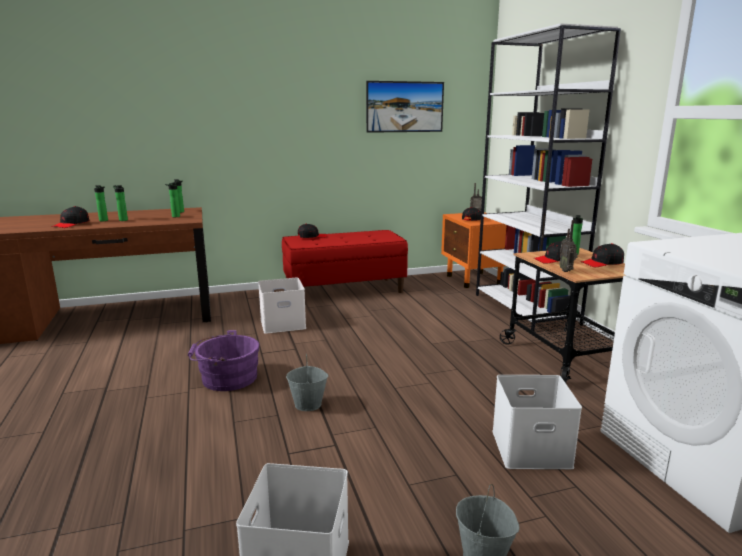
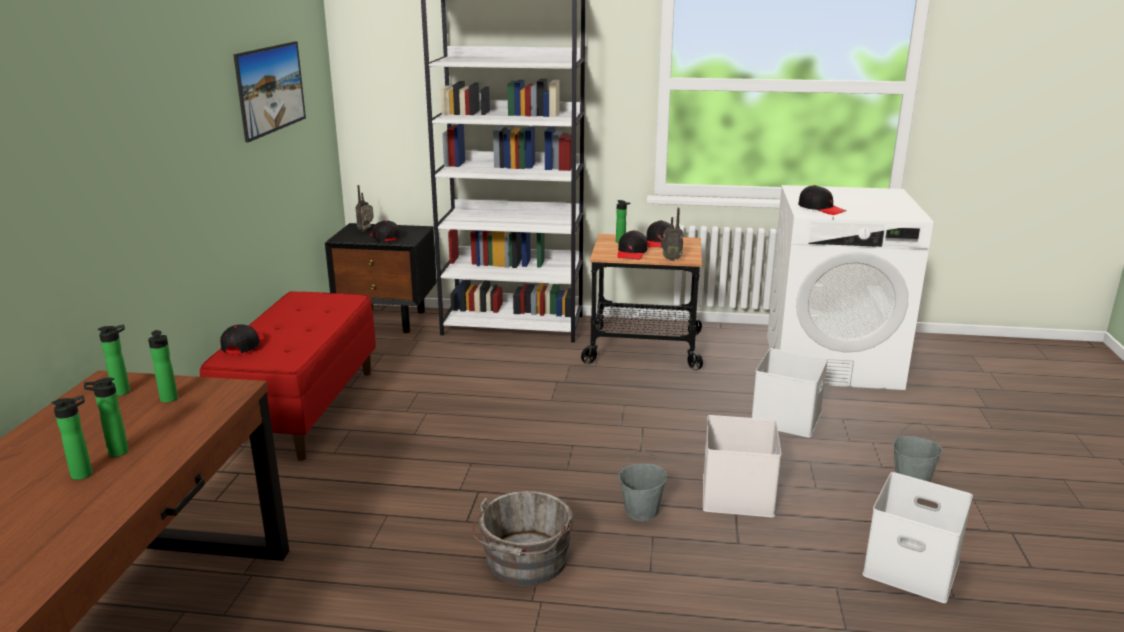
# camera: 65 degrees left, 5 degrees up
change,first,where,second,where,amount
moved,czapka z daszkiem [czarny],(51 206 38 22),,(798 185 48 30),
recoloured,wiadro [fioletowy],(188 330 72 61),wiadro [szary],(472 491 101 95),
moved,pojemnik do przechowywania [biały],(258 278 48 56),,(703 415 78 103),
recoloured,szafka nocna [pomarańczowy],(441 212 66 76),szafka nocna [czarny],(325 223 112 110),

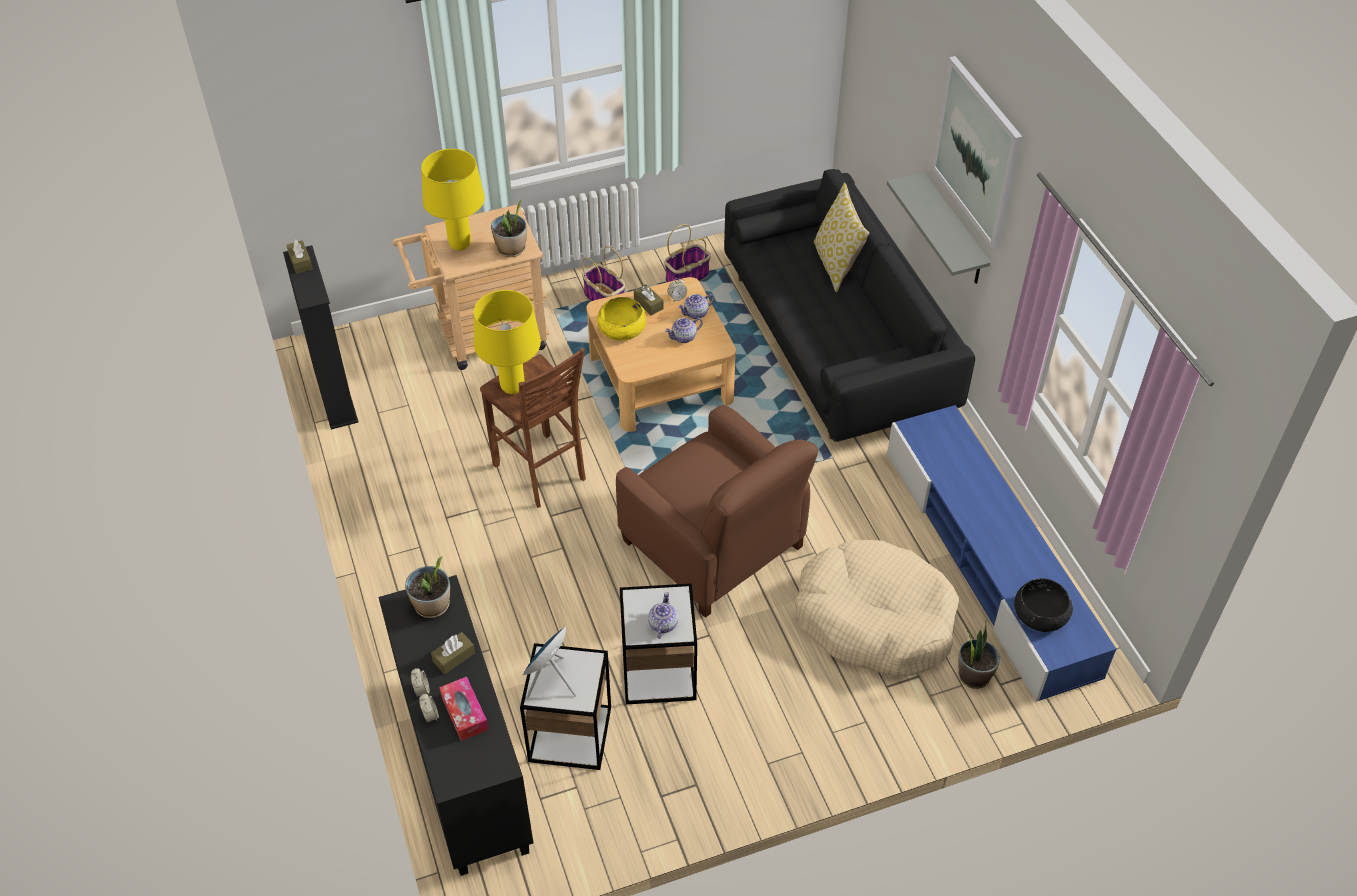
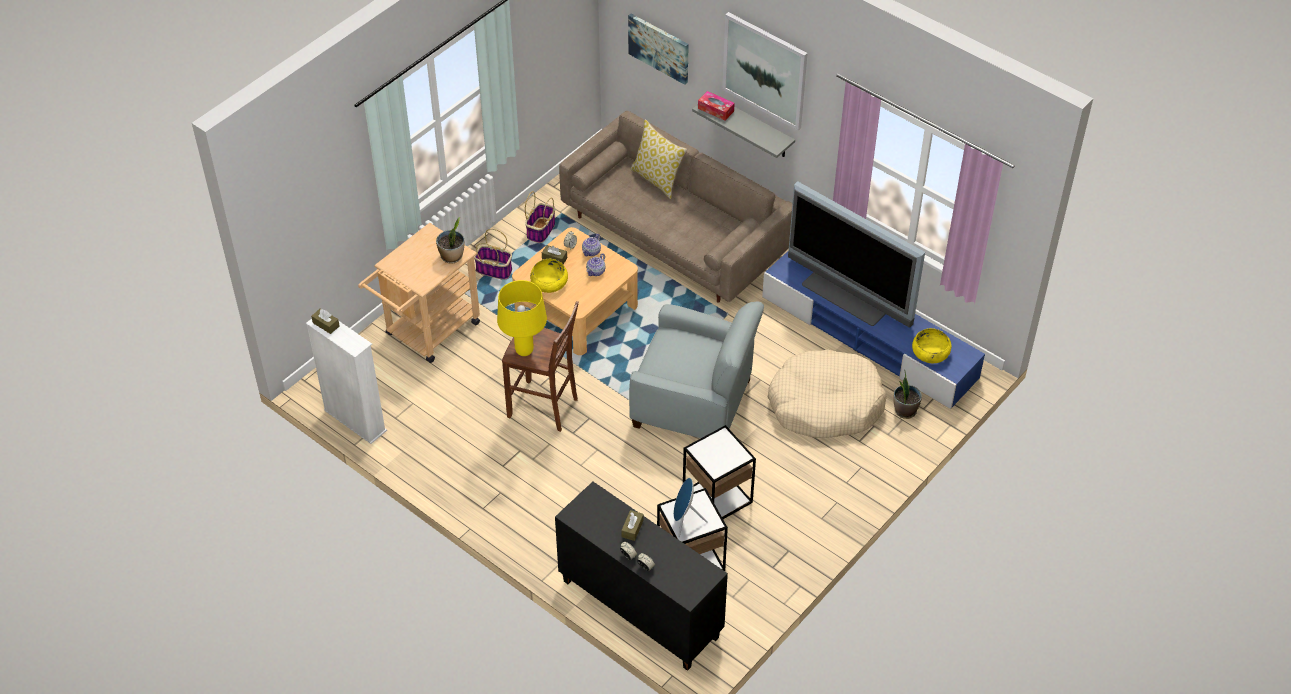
# camera: 30 degrees left, 0 degrees up
change,first,where,second,where,amount
recoloured,regał [czarny],(283 245 76 184),regał [biały],(306 319 81 125),
removed,roślina doniczkowa,(405 556 45 62),,,
removed,lampa stołowa [żółty],(421 149 64 101),,,
moved,pudełko chusteczek,(439 676 50 65),,(698 91 37 30),
recoloured,fotel [brązowy],(616 405 202 213),fotel [szary],(629 302 135 136),
removed,imbryk,(648 592 30 47),,,
recoloured,kanapa [czarny],(724 169 251 273),kanapa [beżowy],(559 111 234 192),
recoloured,miska [czarny],(1014 578 59 54),miska [żółty],(912 328 39 35),
added,,,obraz,(628 14 61 71),
added,,,telewizor,(788 181 137 147),

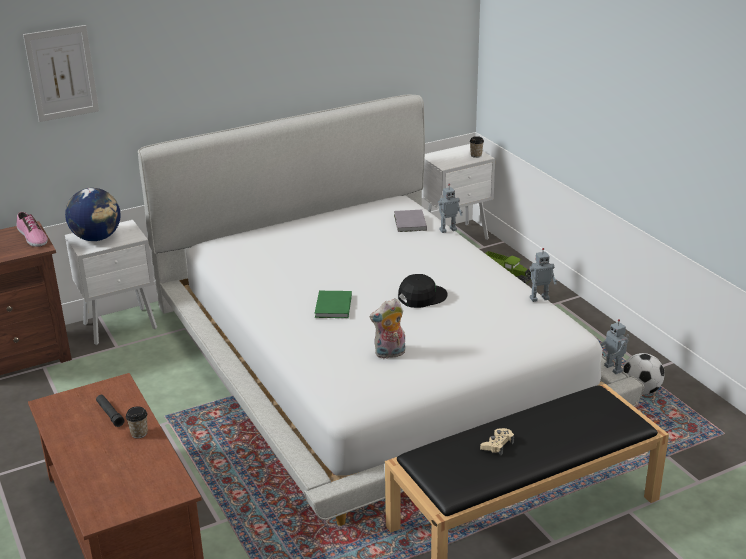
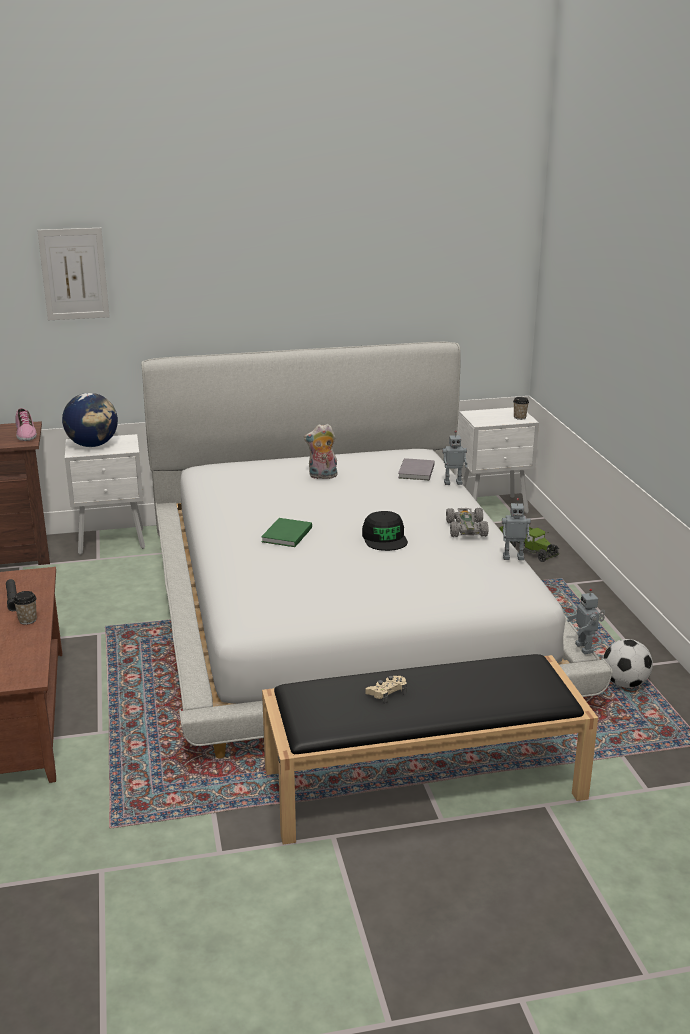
# camera: 15 degrees right, 5 degrees down
change,first,where,second,where,amount
moved,pluszak,(369 298 37 61),,(304 424 34 55),
turned,czapka z daszkiem [czarny],(398 274 50 34),,(362 511 46 40),90 degrees clockwise
added,,,samochodzik [szary],(446 508 42 29),

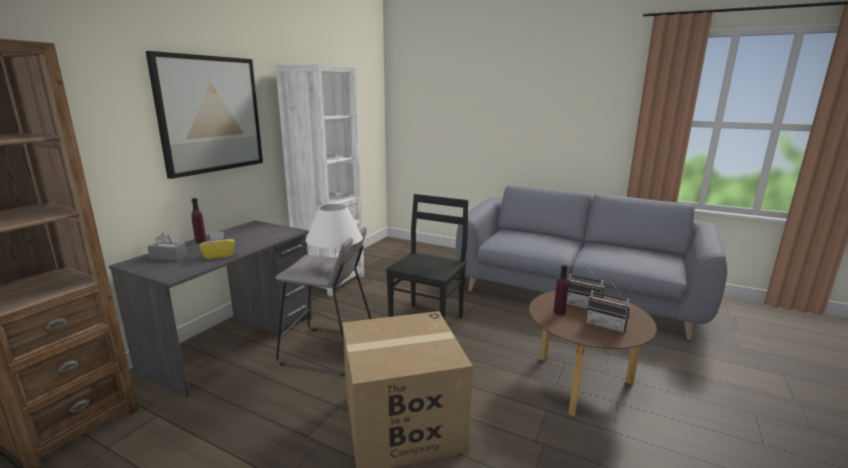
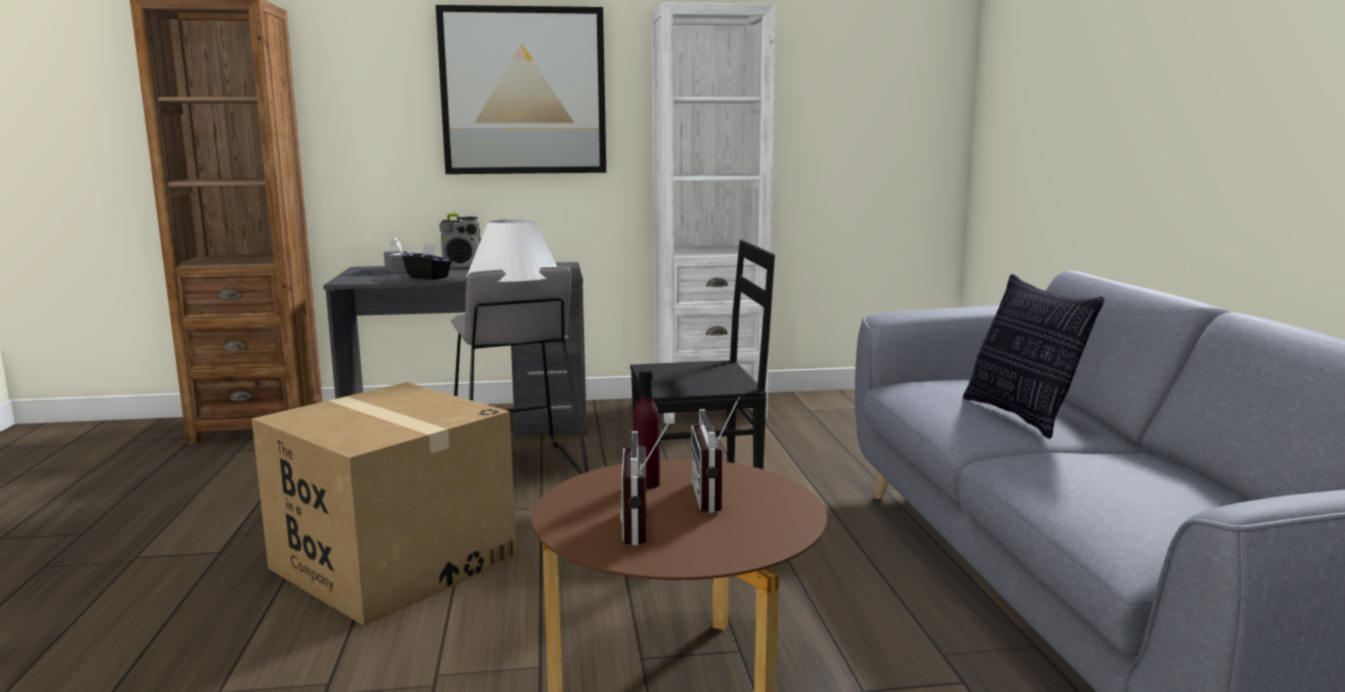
# camera: 55 degrees right, 5 degrees down
change,first,where,second,where,amount
replaced,butelka [fioletowy],(191 198 15 45),radio,(439 213 42 54),
recoloured,pudełko chusteczek [żółty],(199 231 36 28),pudełko chusteczek [czarny],(403 243 49 37),
added,,,poduszka,(963 274 141 165),

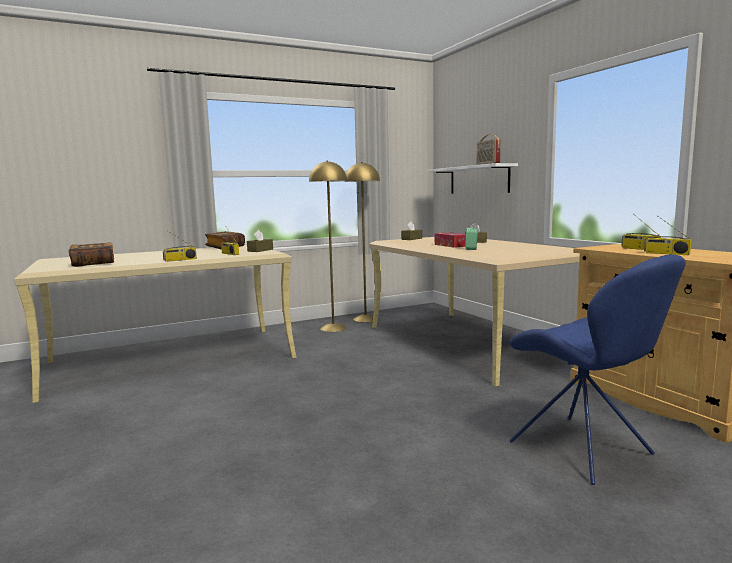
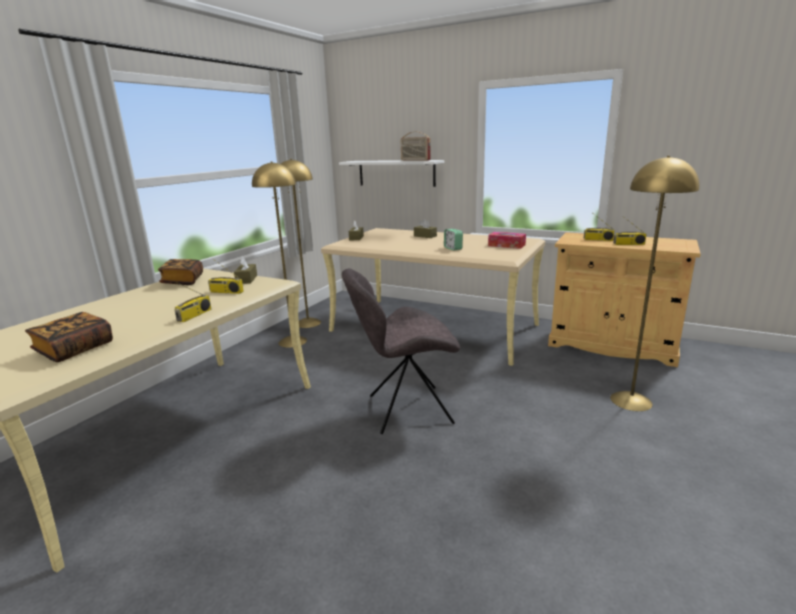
# camera: 35 degrees left, 10 degrees up
change,first,where,second,where,amount
moved,pudełko chusteczek,(435 232 31 16),,(488 232 38 17),
replaced,krzesło [niebieski],(509 254 177 231),lampa stojąca [żółty],(610 156 90 255),
added,,,krzesło [szary],(342 268 118 166),

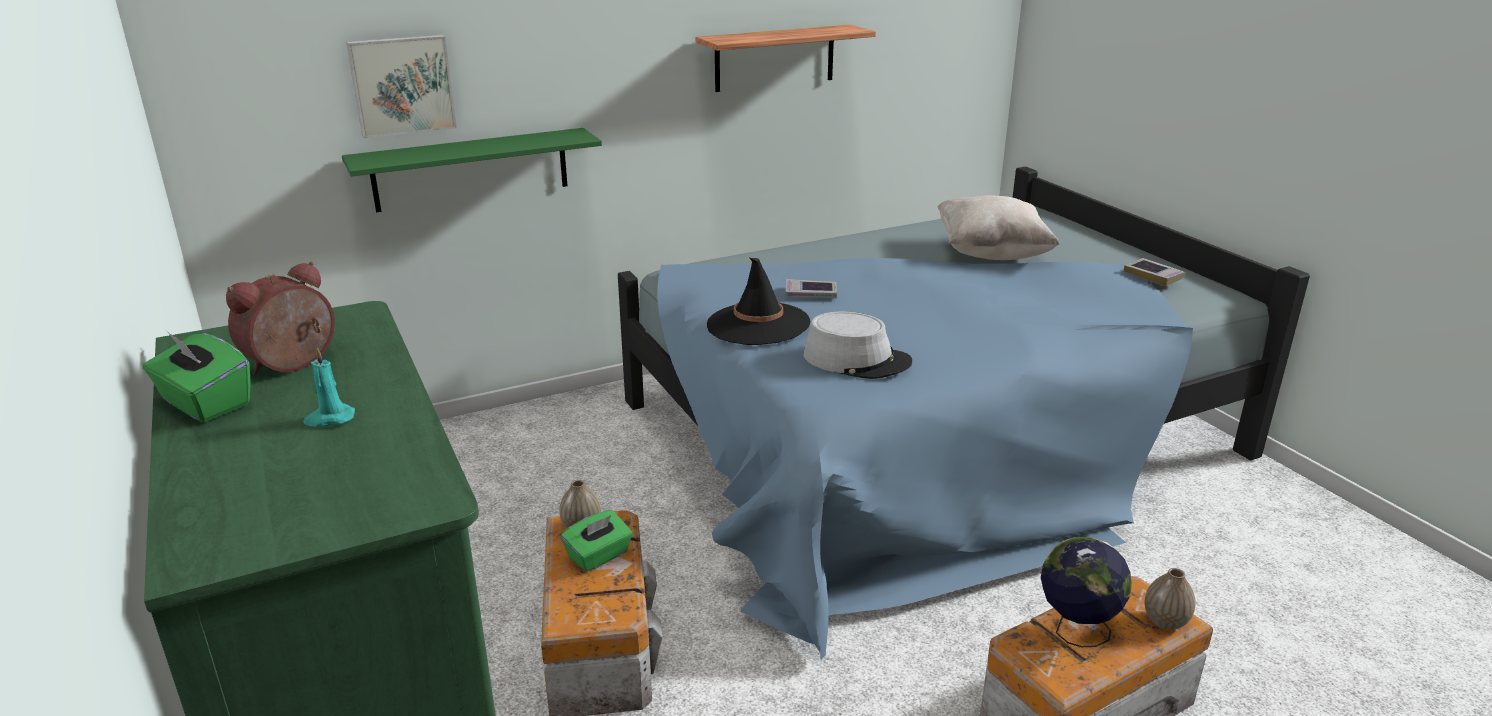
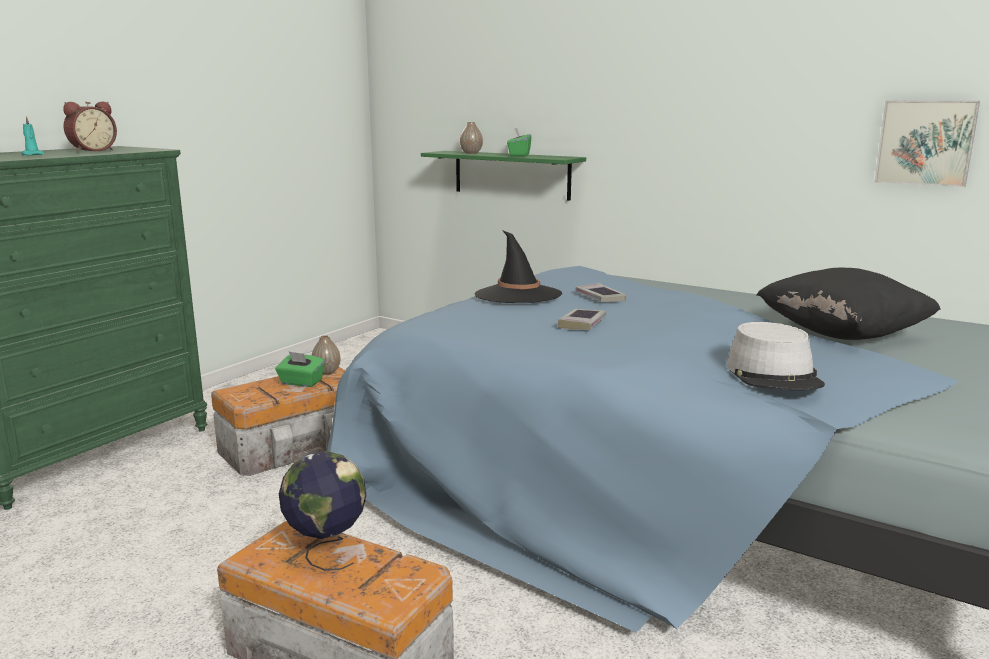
# camera: 60 degrees right, 10 degrees down
change,first,where,second,where,amount
moved,pudełko chusteczek [zielony],(142 330 109 92),,(507 128 24 28),
turned,budzik,(226 261 109 114),,(63 101 54 51),120 degrees clockwise
moved,obraz,(346 35 111 103),,(874 100 106 87),
removed,półka,(696 24 180 68),,,
moved,kapelusz [szary],(803 312 110 67),,(727 322 98 68),
recoloured,poduszka [beżowy],(938 196 122 64),poduszka [czarny],(756 267 185 73),
moved,książka,(1124 258 62 28),,(558 309 48 21),
moved,wazon,(1144 568 52 62),,(460 122 23 32),

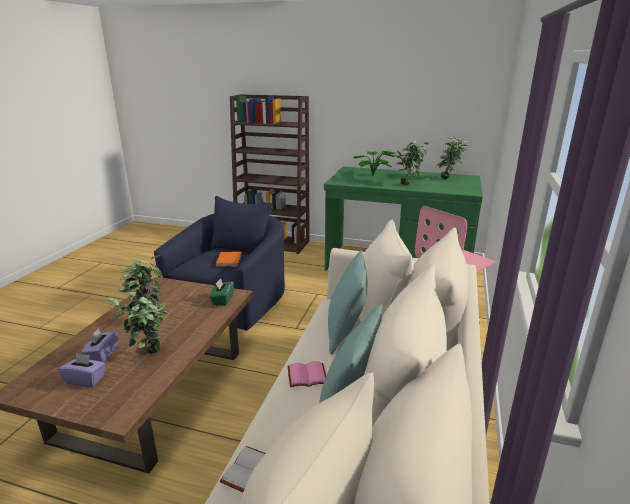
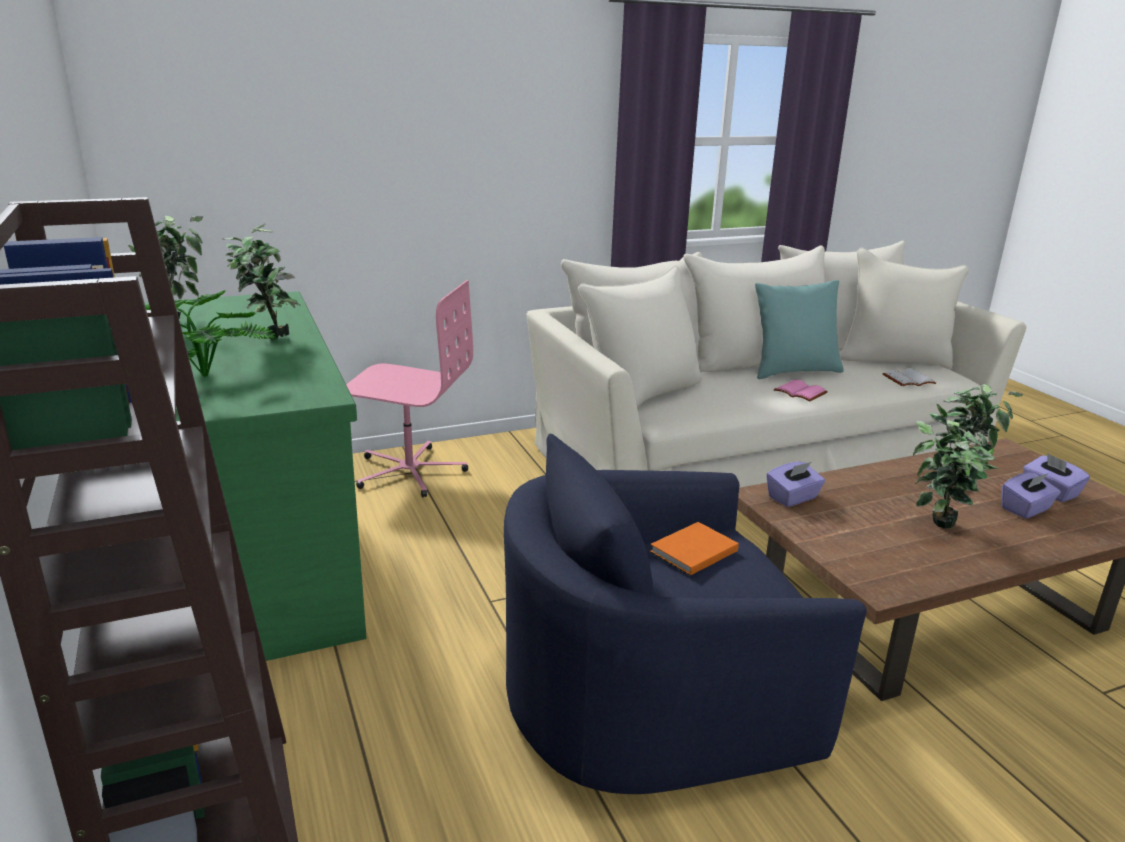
# camera: 130 degrees left, 0 degrees up
change,first,where,second,where,amount
recoloured,pudełko chusteczek [zielony],(209 278 25 28),pudełko chusteczek [fioletowy],(766 462 59 45),
removed,poduszka [turkusowy],(328 250 40 105),,,

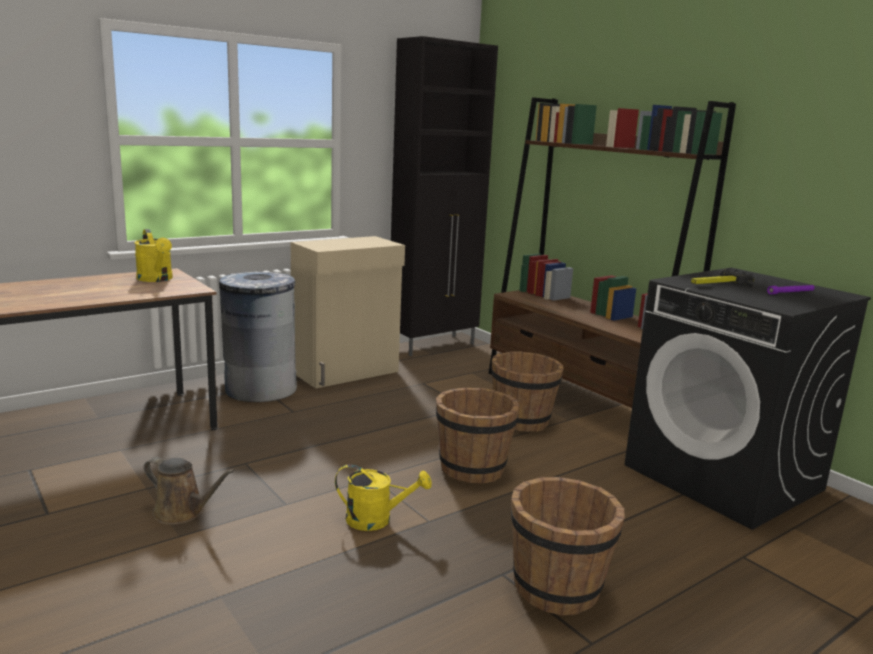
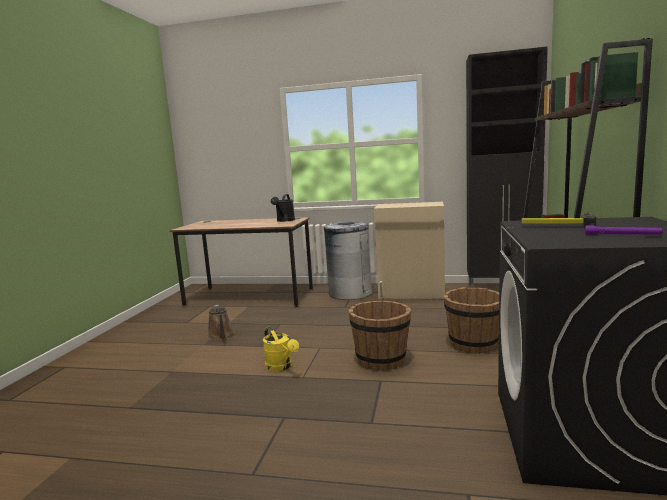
# camera: 50 degrees right, 5 degrees down
change,first,where,second,where,amount
recoloured,konewka [żółty],(134 229 39 53),konewka [czarny],(271 194 24 28),
removed,wiadro [brązowy],(511 477 114 138),,,

